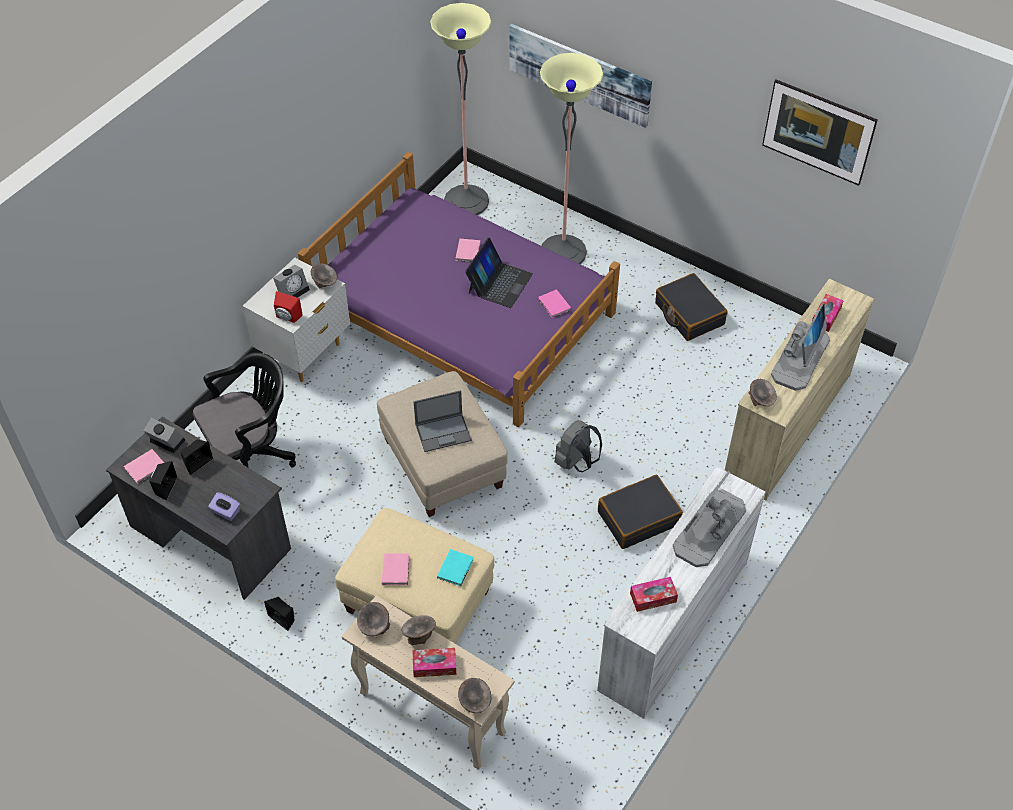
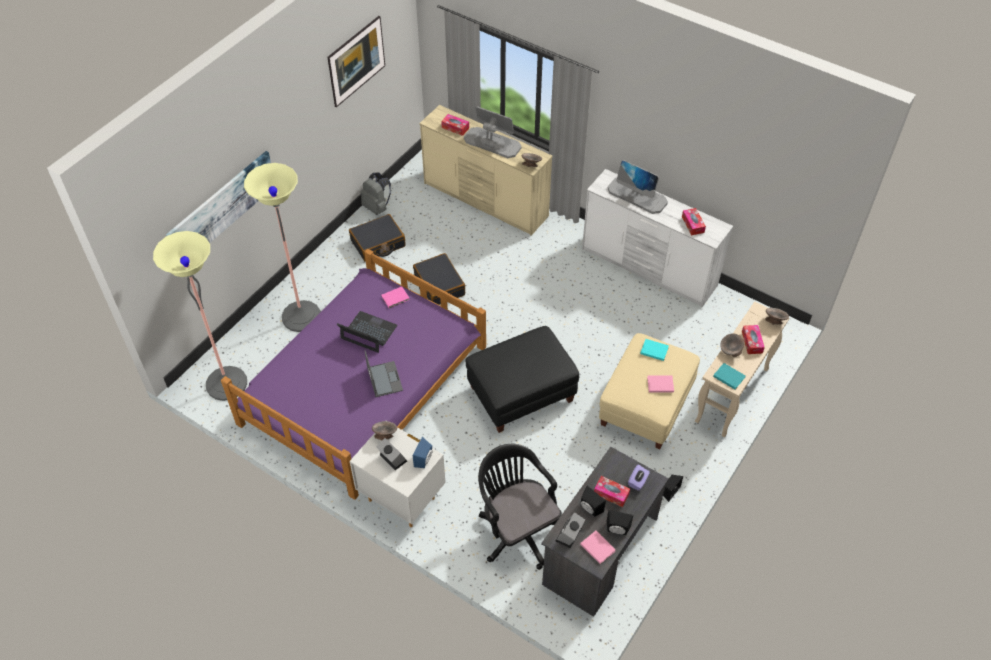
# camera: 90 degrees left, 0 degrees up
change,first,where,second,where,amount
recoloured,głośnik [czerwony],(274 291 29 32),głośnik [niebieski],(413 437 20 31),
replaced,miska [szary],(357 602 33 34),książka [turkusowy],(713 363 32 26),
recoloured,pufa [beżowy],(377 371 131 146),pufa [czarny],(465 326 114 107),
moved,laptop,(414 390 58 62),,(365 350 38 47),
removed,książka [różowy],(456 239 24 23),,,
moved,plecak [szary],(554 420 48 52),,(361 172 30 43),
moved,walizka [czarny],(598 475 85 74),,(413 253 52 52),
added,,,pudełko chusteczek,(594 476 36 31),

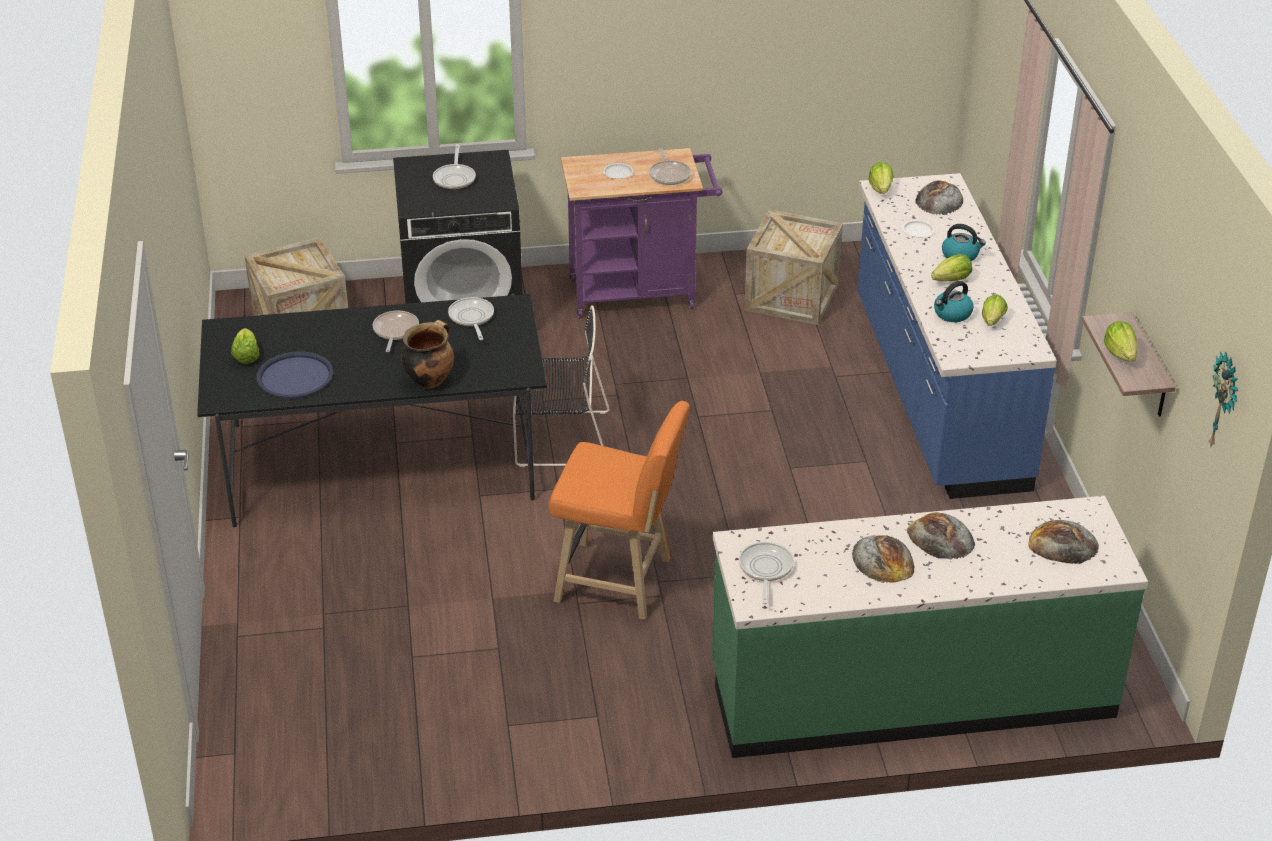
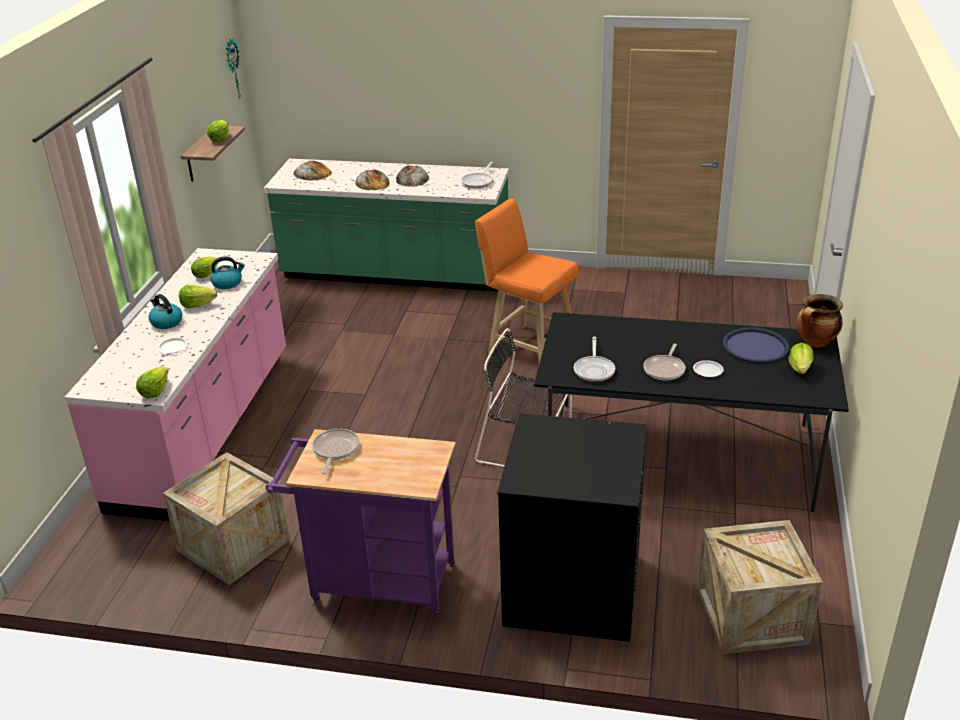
# camera: 160 degrees left, 5 degrees down
change,first,where,second,where,amount
moved,garnek,(401 320 53 69),,(796 294 47 54),
removed,patelnia,(433 144 43 45),,,
moved,talerz [biały],(603 163 30 16),,(693 360 31 17),
recoloured,zabudowa kuchenna [niebieski],(857 173 200 326),zabudowa kuchenna [różowy],(65 248 221 273),
removed,chleb,(915 180 48 35),,,

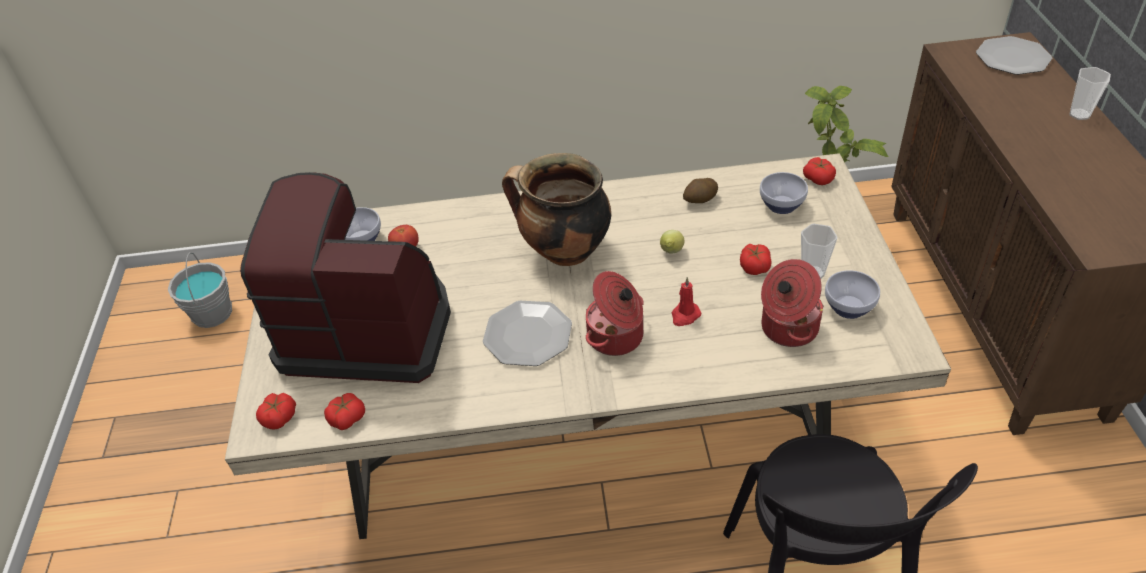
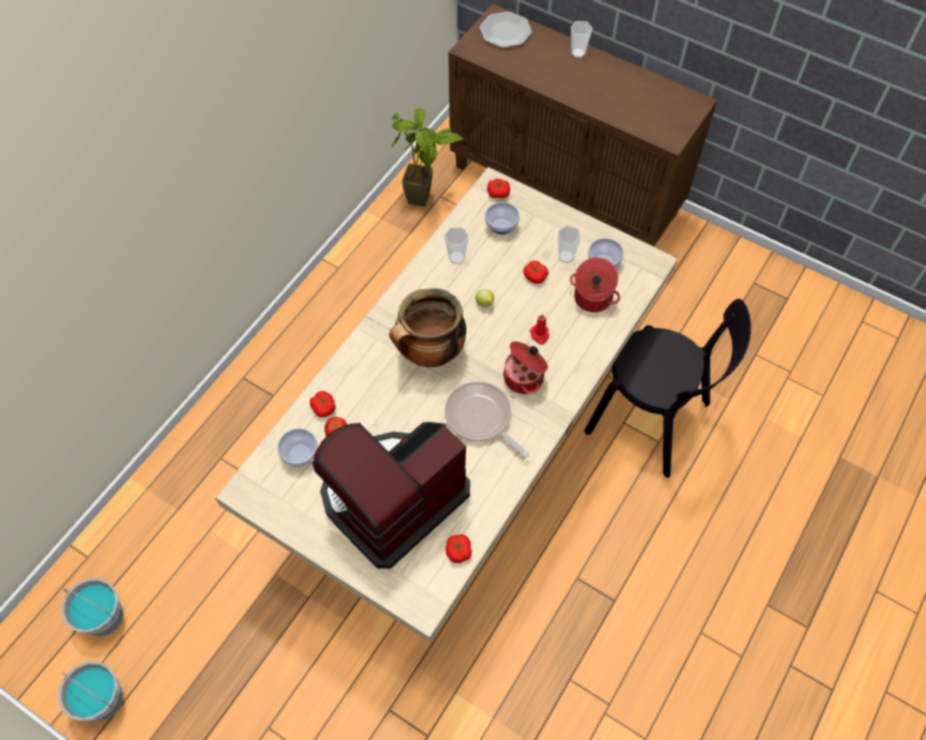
# camera: 55 degrees left, 15 degrees up
change,first,where,second,where,amount
moved,pomidor,(256 393 40 37),,(310 391 26 26),
replaced,talerz,(483 300 89 66),patelnia,(444 381 85 77),
replaced,ziemniak,(683 178 35 25),filiżanka,(444 227 25 37),
added,,,wiadro [szary],(58 661 65 61),

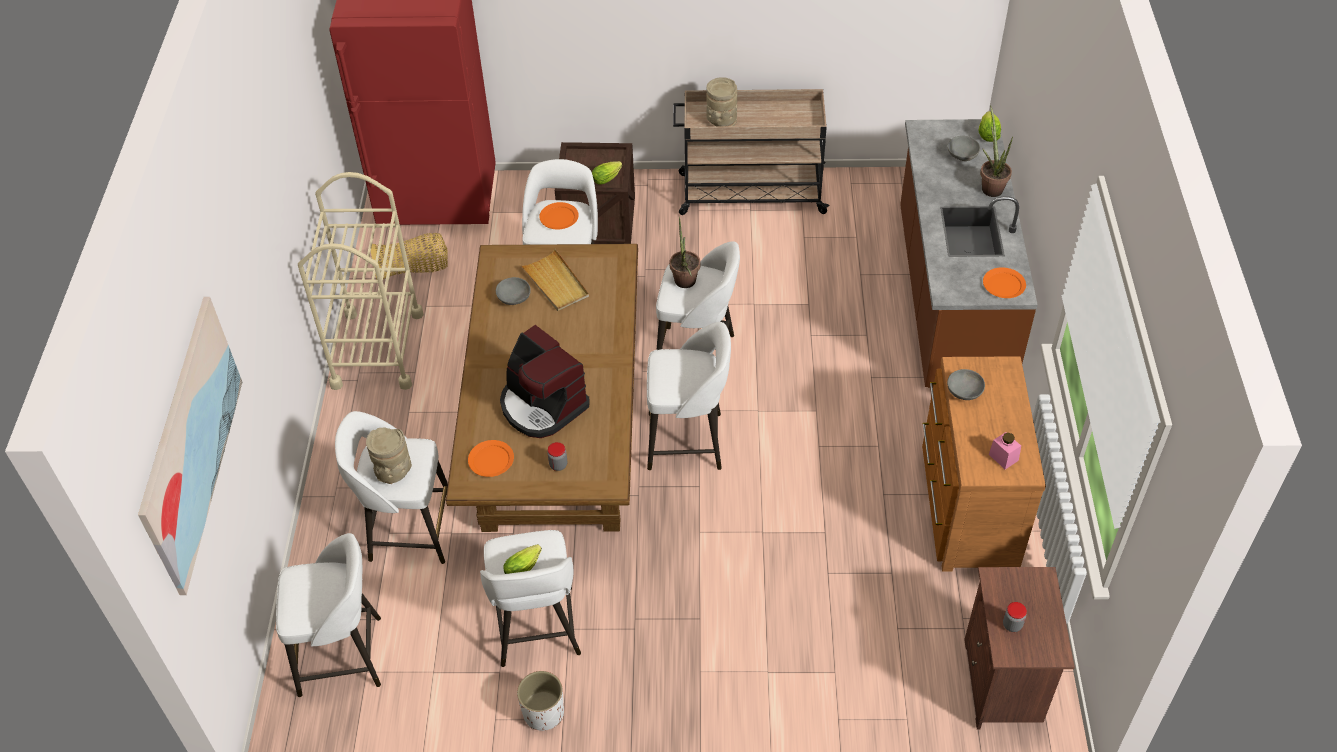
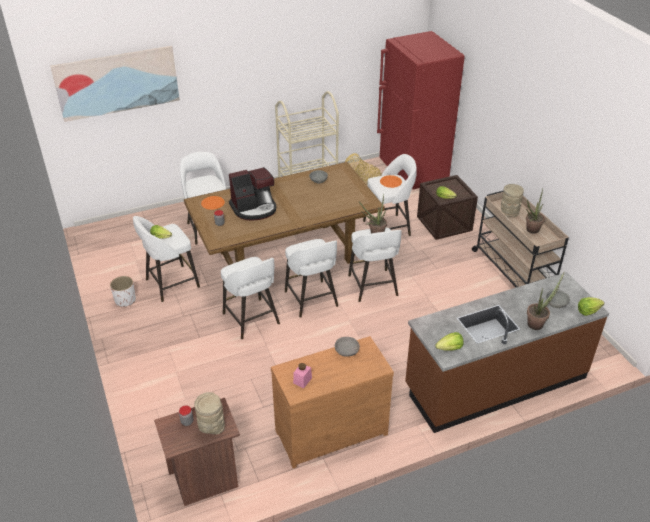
# camera: 65 degrees right, 10 degrees down
change,first,where,second,where,amount
moved,stołek [biały],(276 533 105 164),,(221 257 59 82),
moved,wazon [beżowy],(366 427 46 57),,(194 392 31 42),
turned,ekspres do kawy,(500 325 90 113),,(229 167 47 54),135 degrees counterclockwise
removed,taca [beżowy],(520 249 69 62),,,
replaced,talerz [pomarańczowy],(983 267 43 31),sałata,(435 332 29 19),
added,,,roślina doniczkowa,(526 189 19 45),

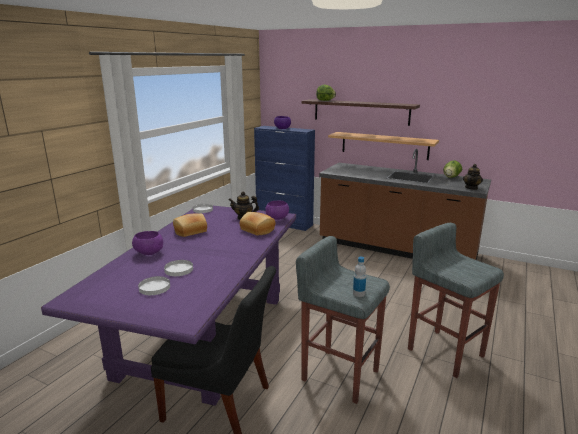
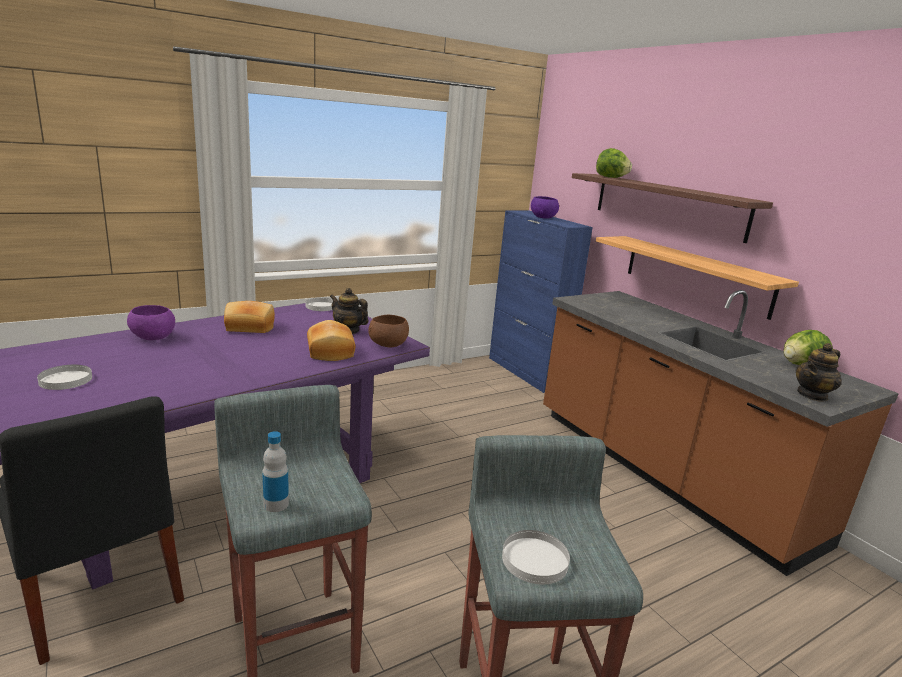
# camera: 30 degrees right, 0 degrees up
change,first,where,second,where,amount
moved,talerz [biały],(164 260 29 16),,(502 530 68 55),
recoloured,miska [fioletowy],(265 201 24 19),miska [brązowy],(368 315 41 32),

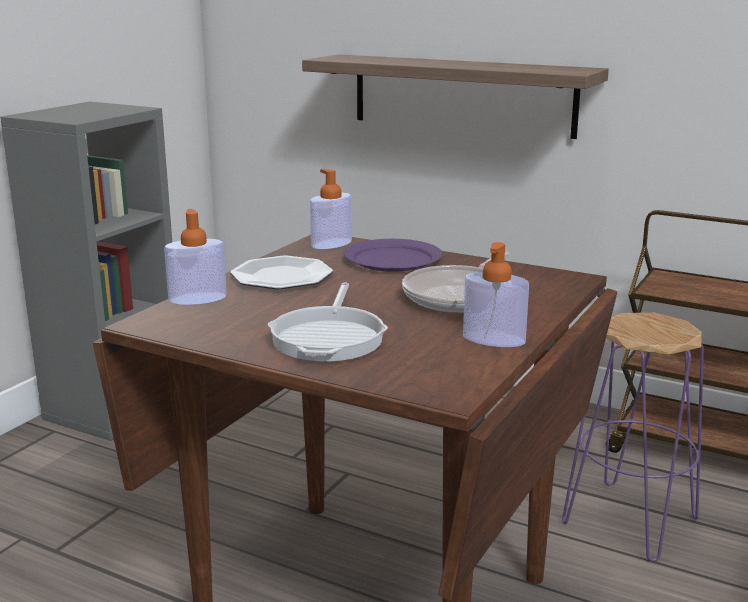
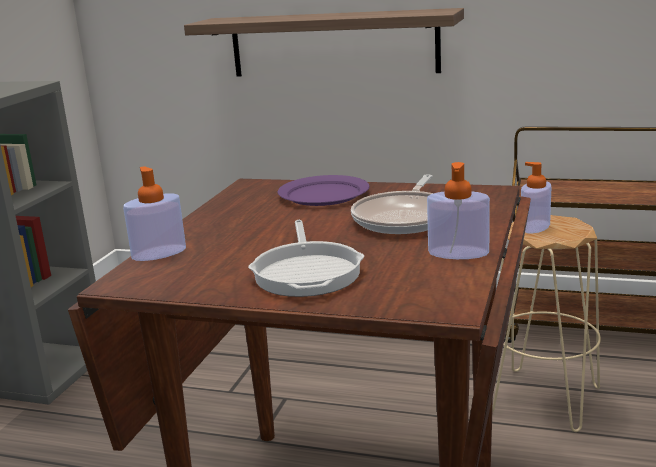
# camera: 10 degrees left, 0 degrees up
change,first,where,second,where,amount
removed,talerz,(230 256 103 33),,,
moved,dozownik mydła,(310 169 42 80),,(521 162 30 72),
recoloured,stołek [fioletowy],(562 312 142 250),stołek [beżowy],(492 215 109 217),

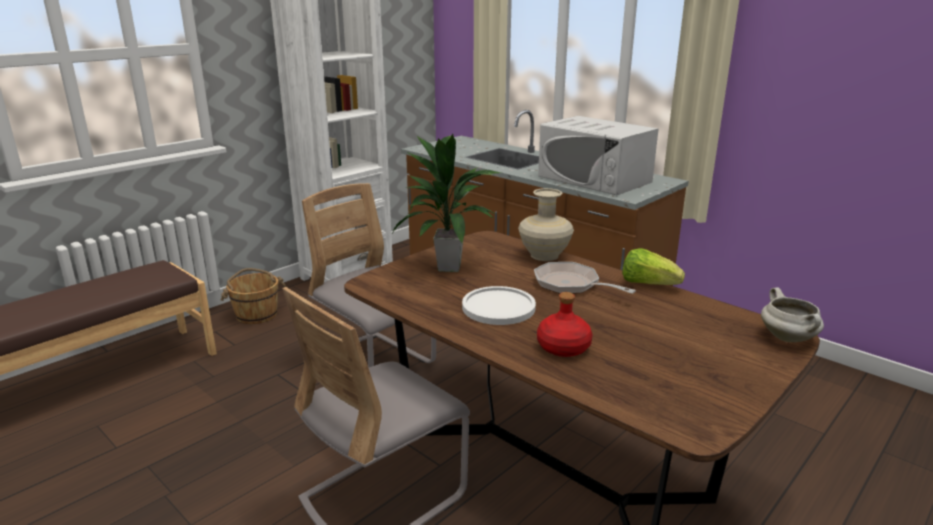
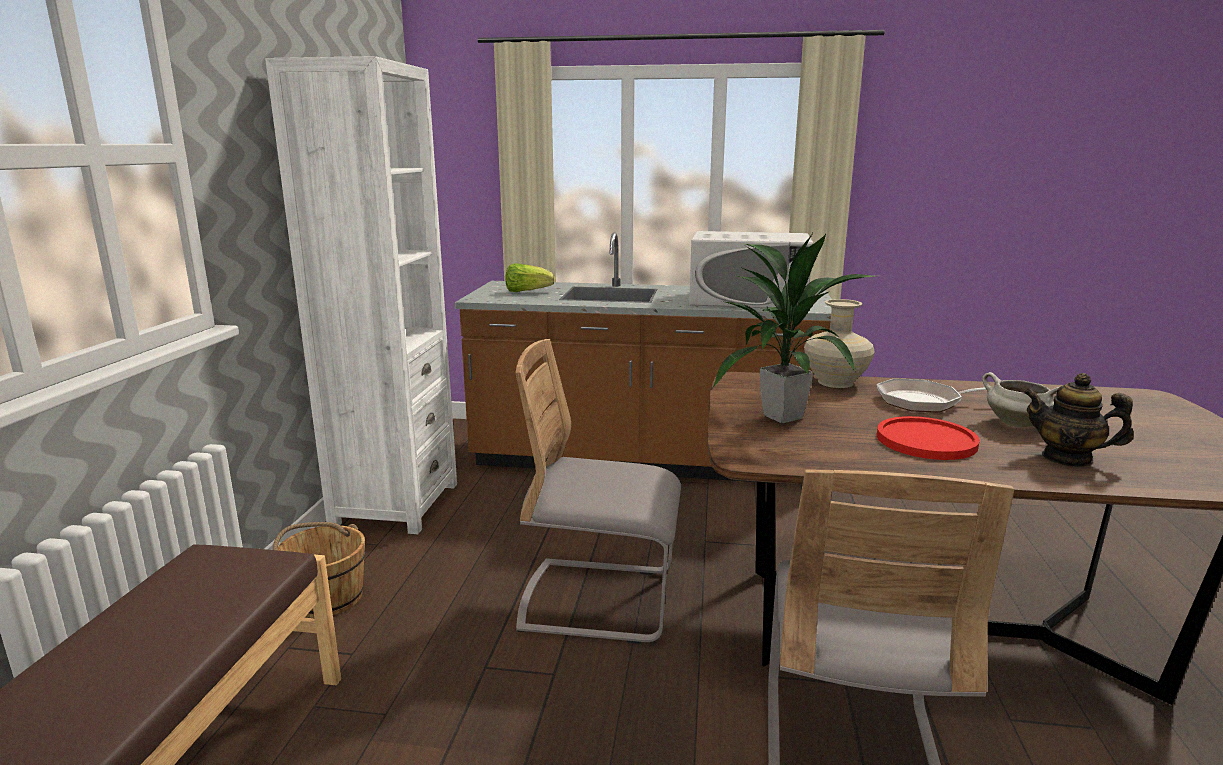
# camera: 35 degrees left, 5 degrees down
change,first,where,second,where,amount
recoloured,talerz [biały],(462 286 74 39),talerz [czerwony],(877 416 103 44),
replaced,butelka [czerwony],(537 292 55 65),imbryk,(1024 373 110 94),
moved,sałata,(622 248 63 37),,(506 263 49 29),
moved,garnek [biały],(761 287 63 55),,(982 372 77 56),

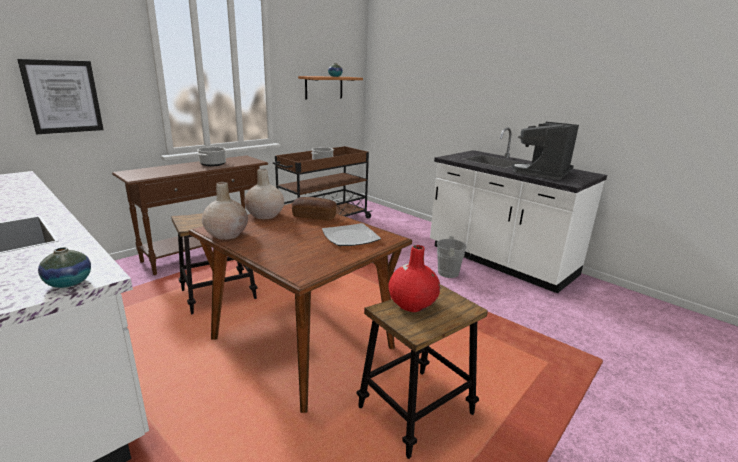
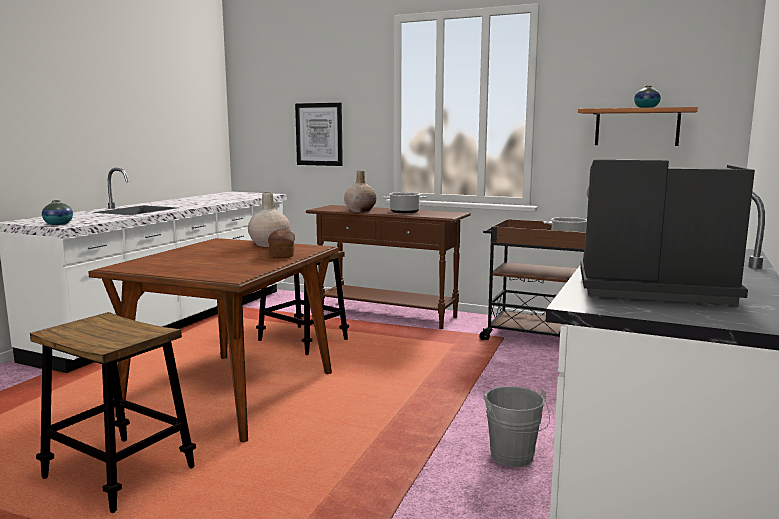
# camera: 70 degrees right, 10 degrees down
change,first,where,second,where,amount
moved,wazon [beżowy],(202 182 46 58),,(344 170 33 42),
removed,talerz,(322 223 59 23),,,
removed,wazon [czerwony],(389 245 51 67),,,

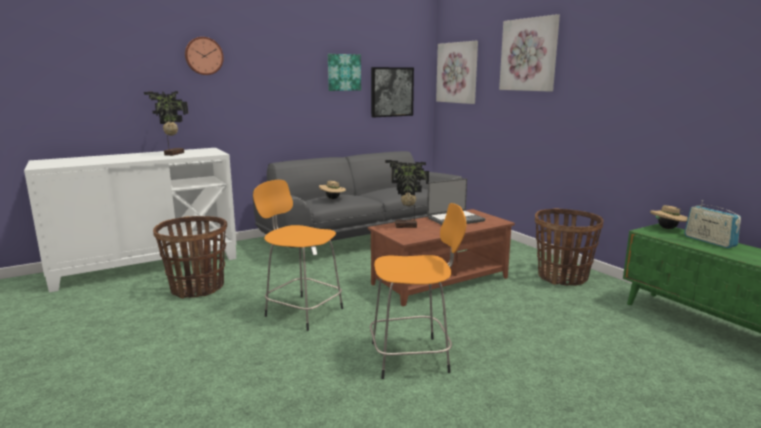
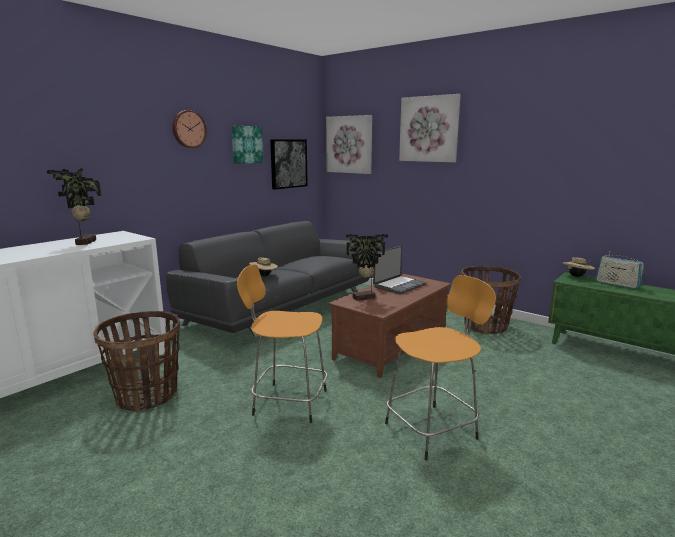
# camera: 20 degrees left, 0 degrees up
change,first,where,second,where,amount
moved,zegar ścienny,(185 37 39 38),,(172 110 35 38),

